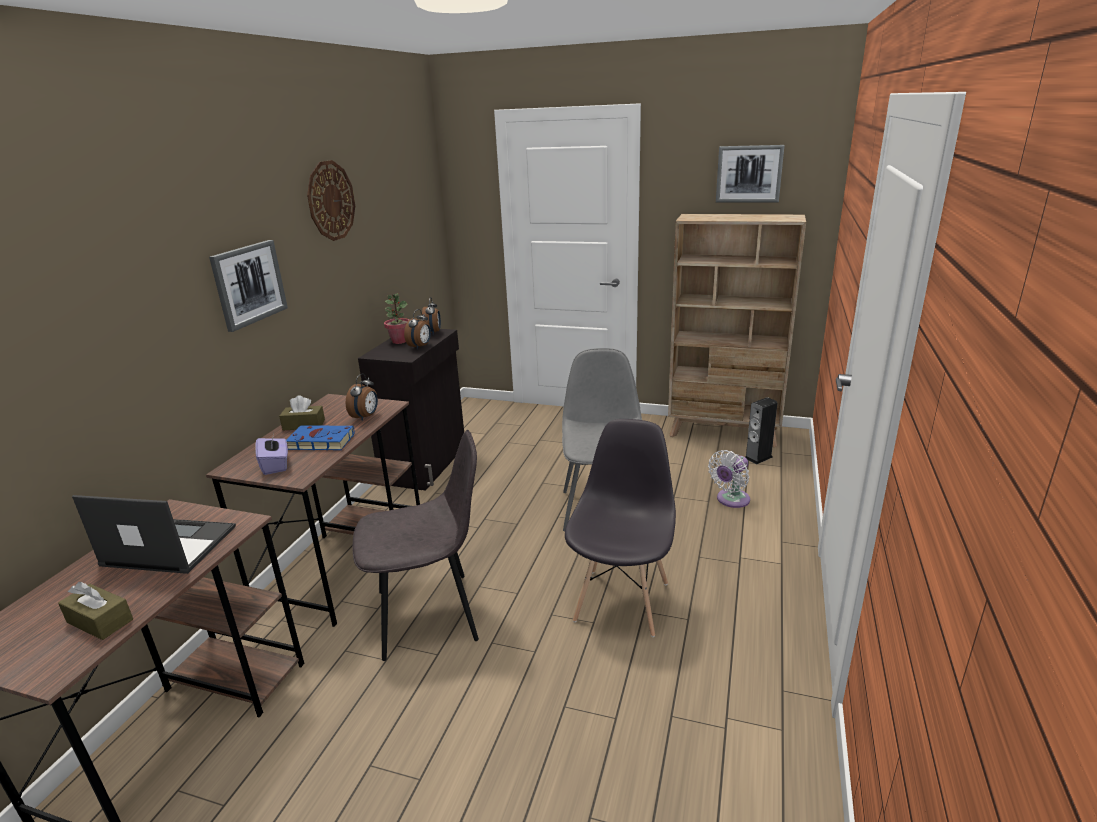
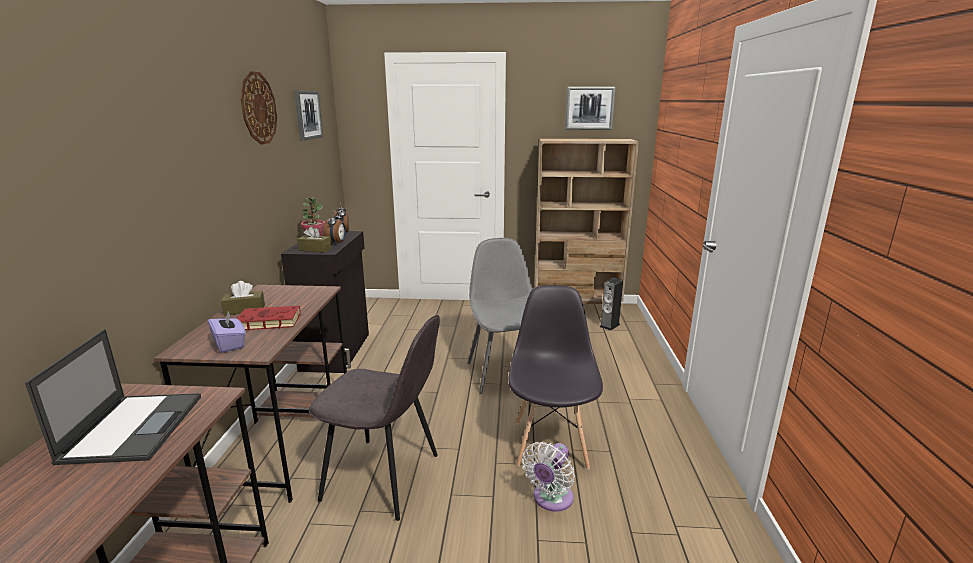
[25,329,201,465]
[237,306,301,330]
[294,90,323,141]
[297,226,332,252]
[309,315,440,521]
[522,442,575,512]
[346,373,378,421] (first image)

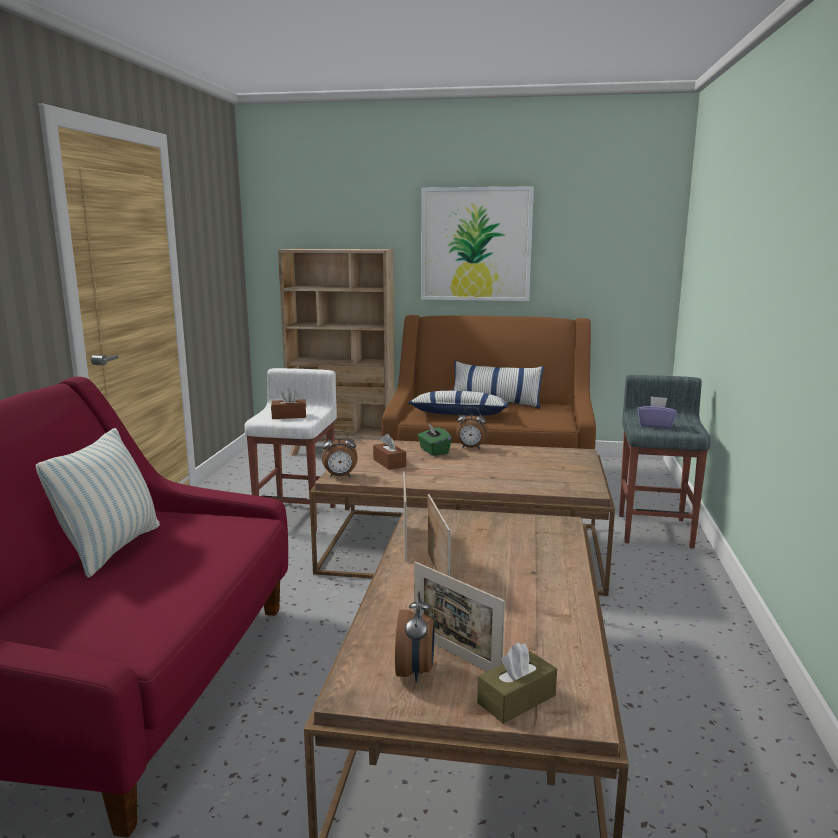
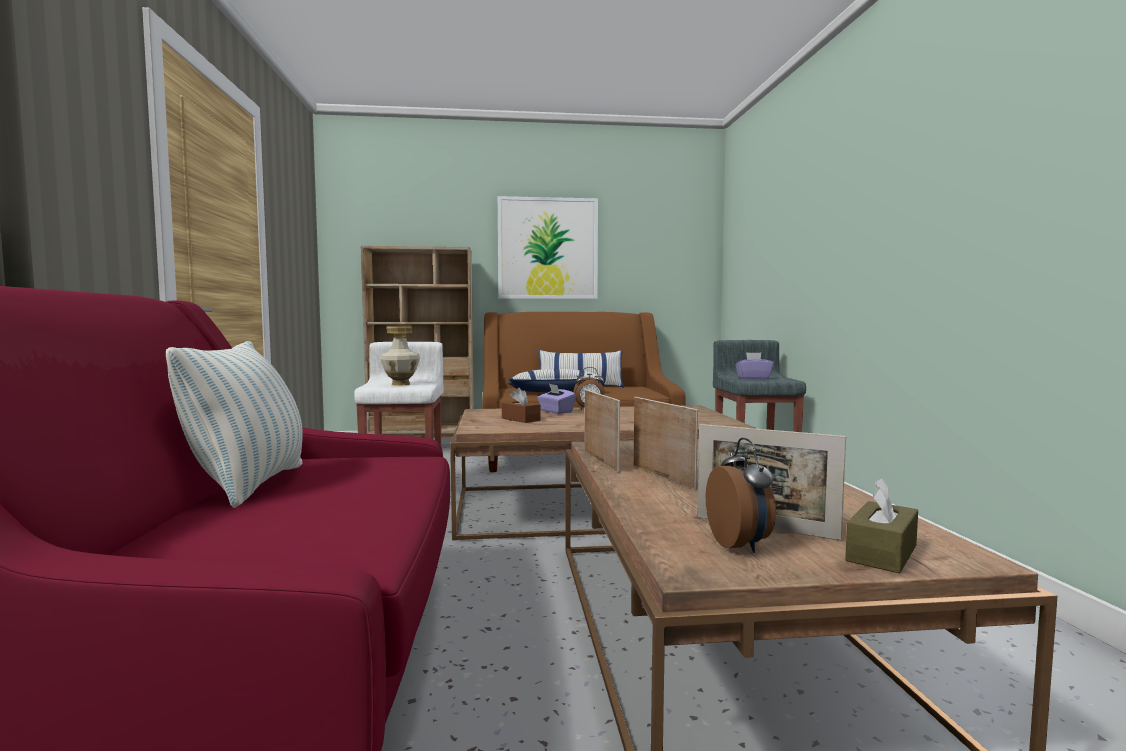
[380,326,420,386]
[537,384,576,414]
[322,431,358,477] (first image)

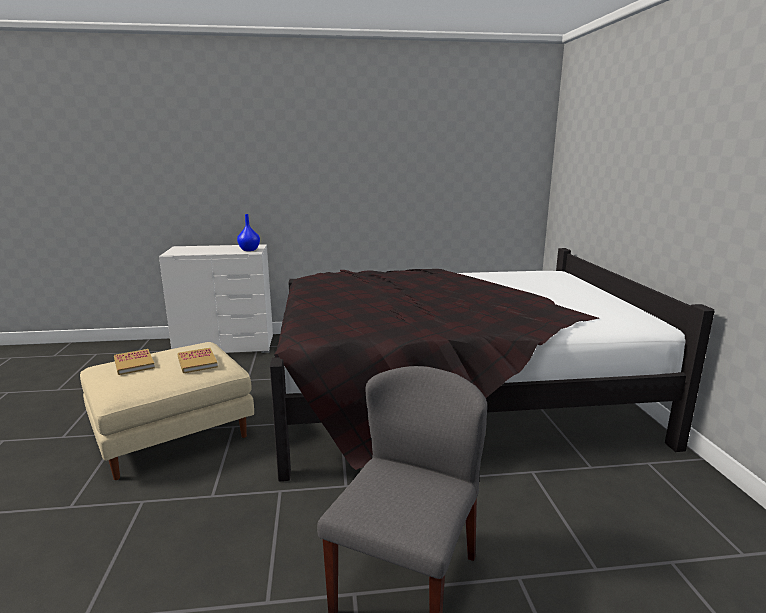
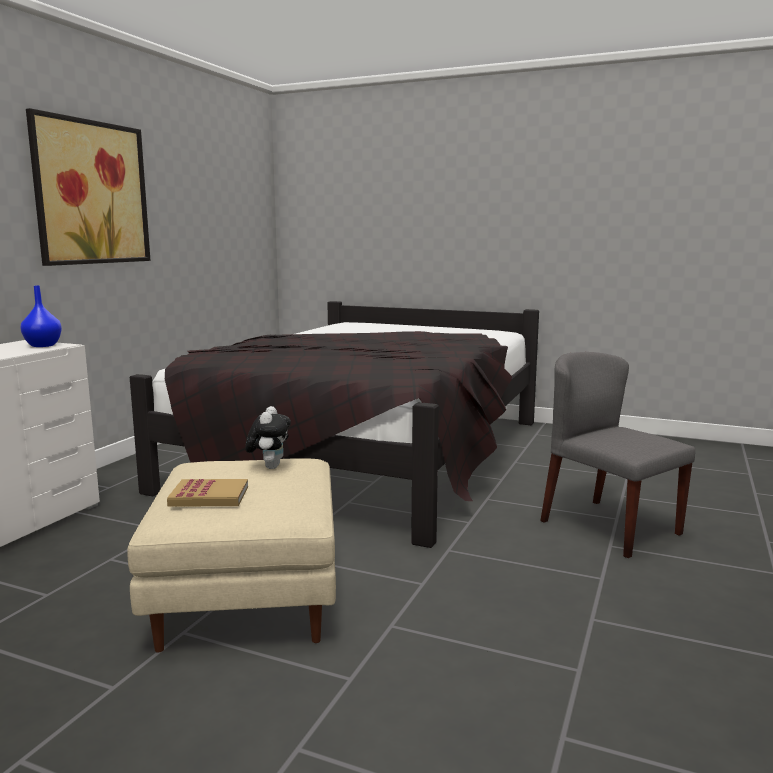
[26,108,151,266]
[245,406,291,469]

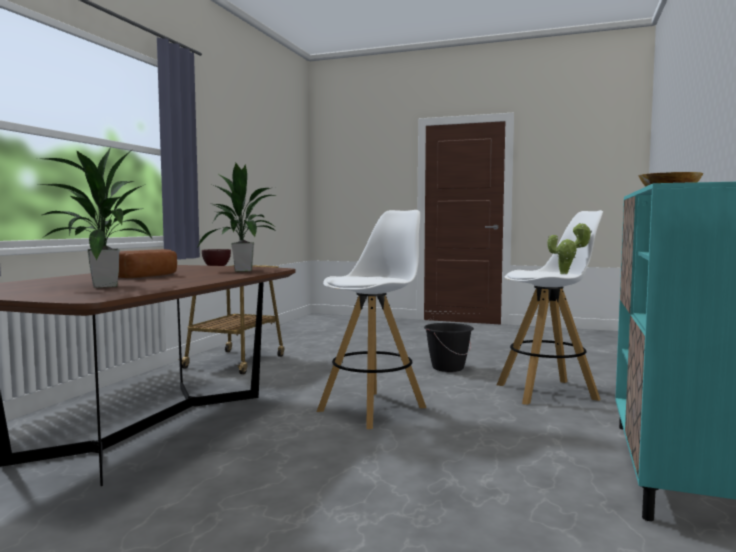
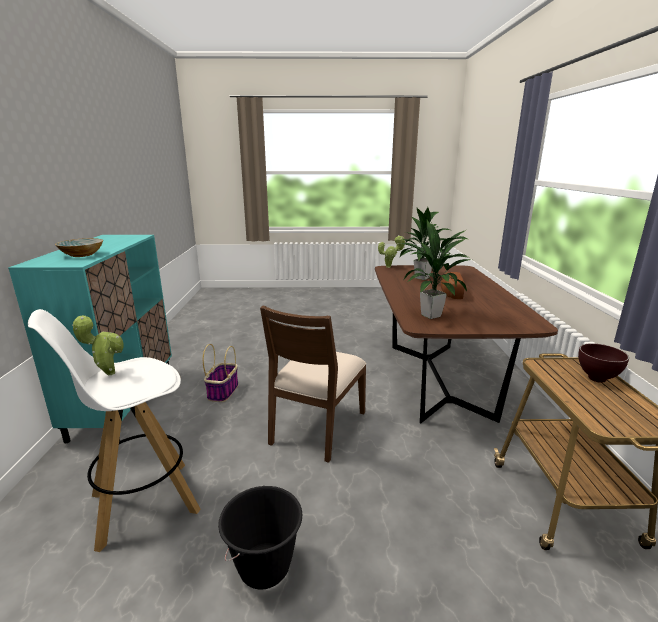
[203,344,239,402]
[260,305,366,463]
[378,235,406,268]

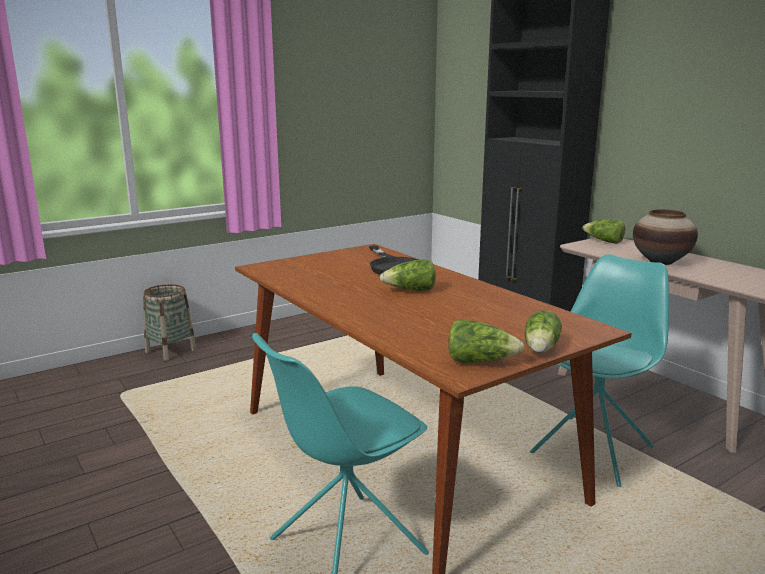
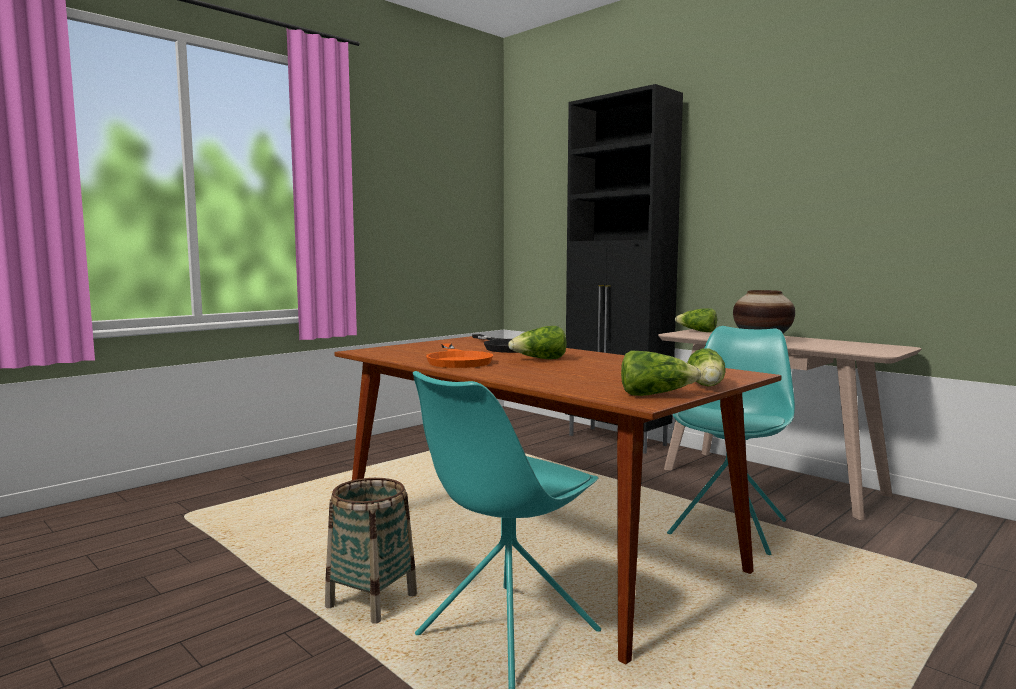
[325,478,417,624]
[426,344,493,368]

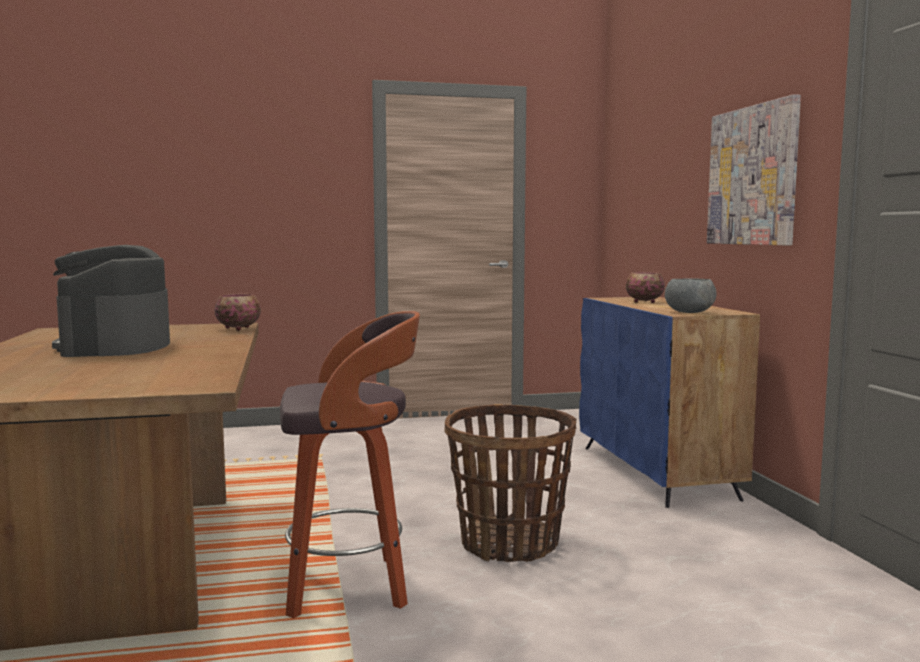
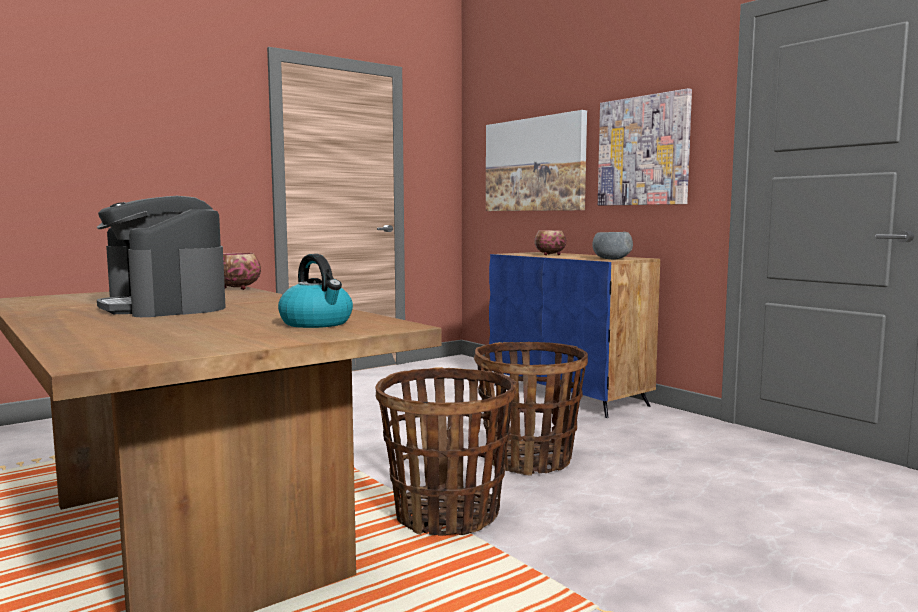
[278,254,353,328]
[375,367,517,536]
[486,110,587,211]

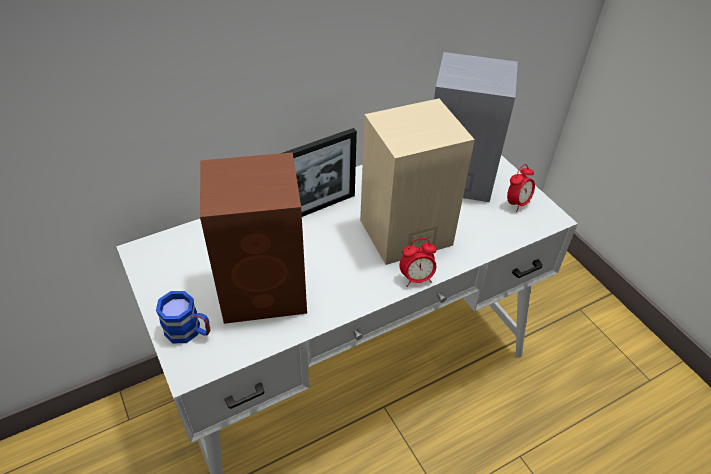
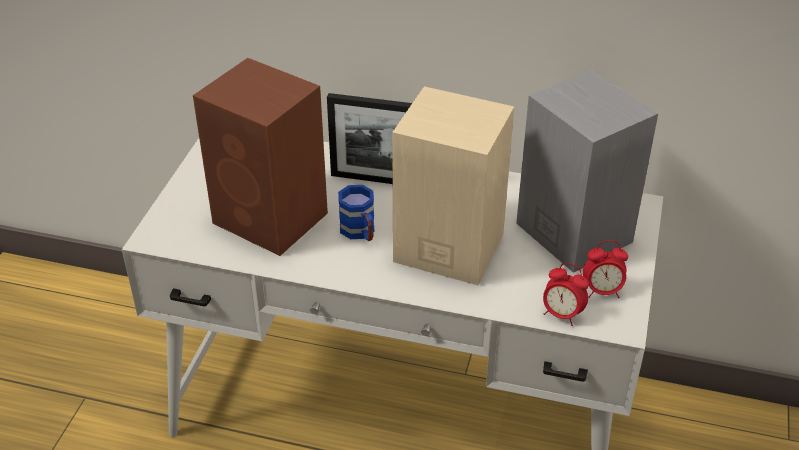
[338,185,375,241]
[543,263,589,326]

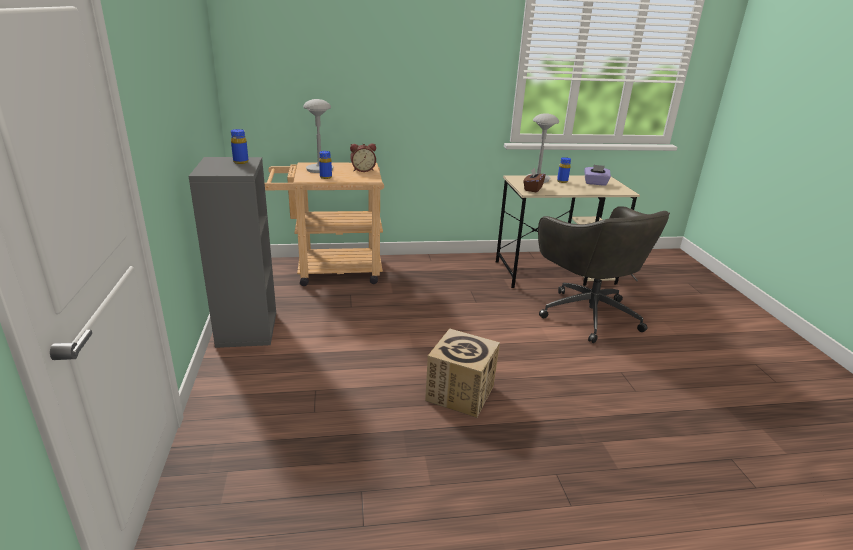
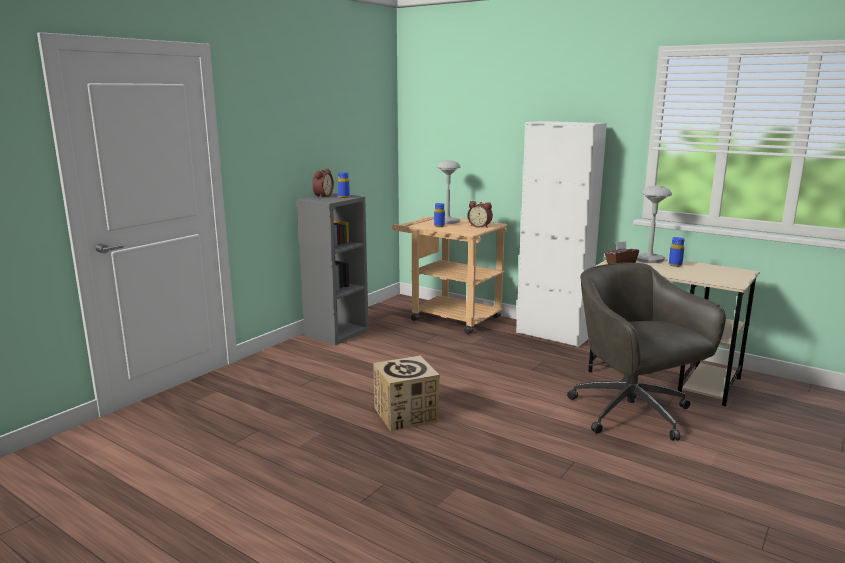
[312,169,334,198]
[516,121,607,347]
[567,262,726,441]
[584,165,611,186] (first image)

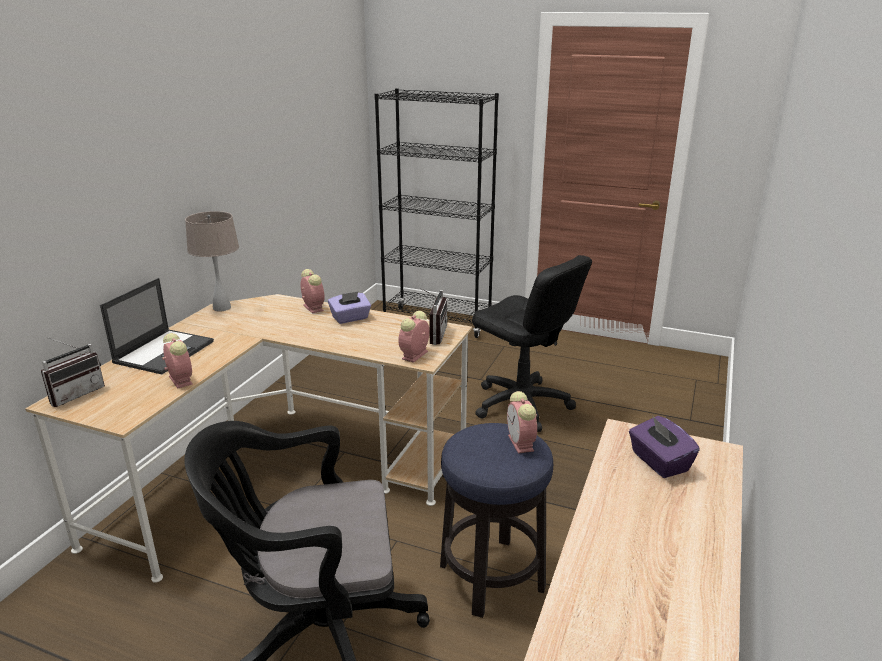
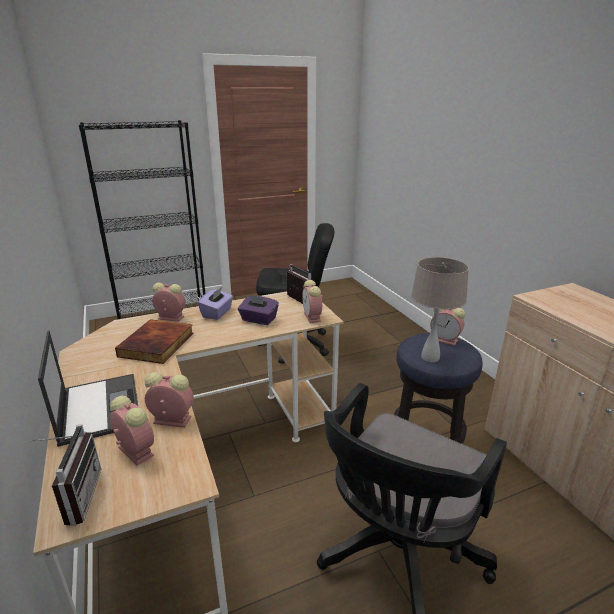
[110,396,154,465]
[115,319,193,364]
[238,295,279,325]
[411,257,469,362]

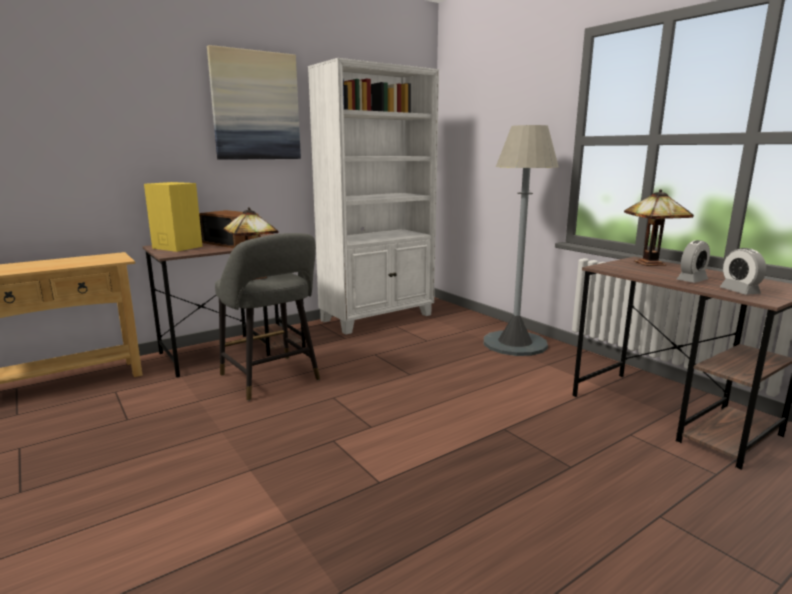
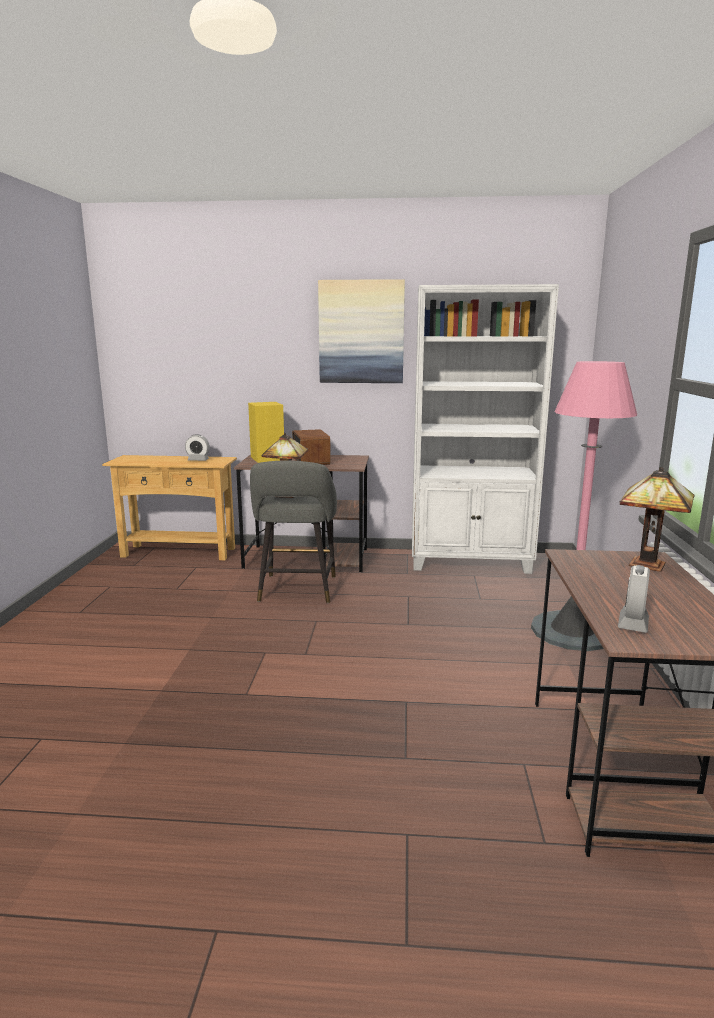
[185,435,210,461]
[531,361,637,651]

